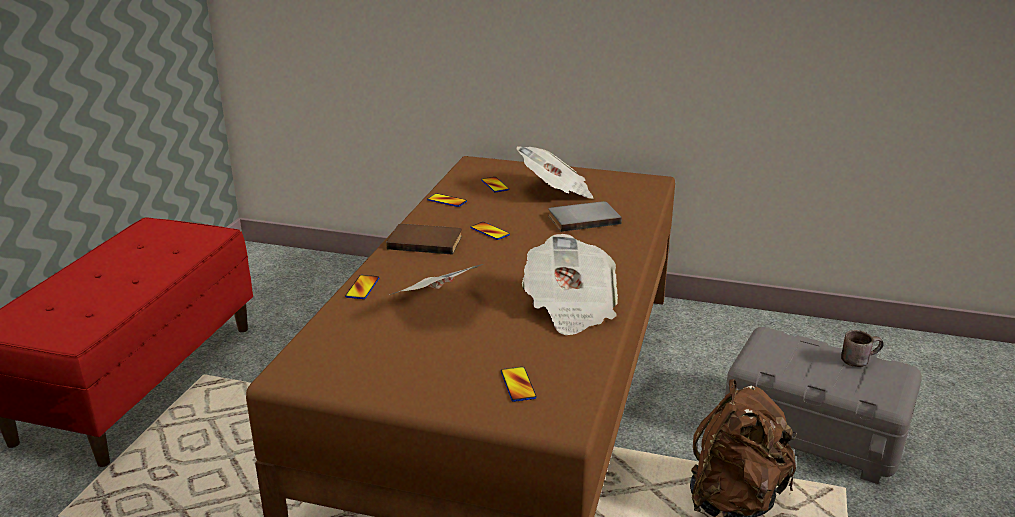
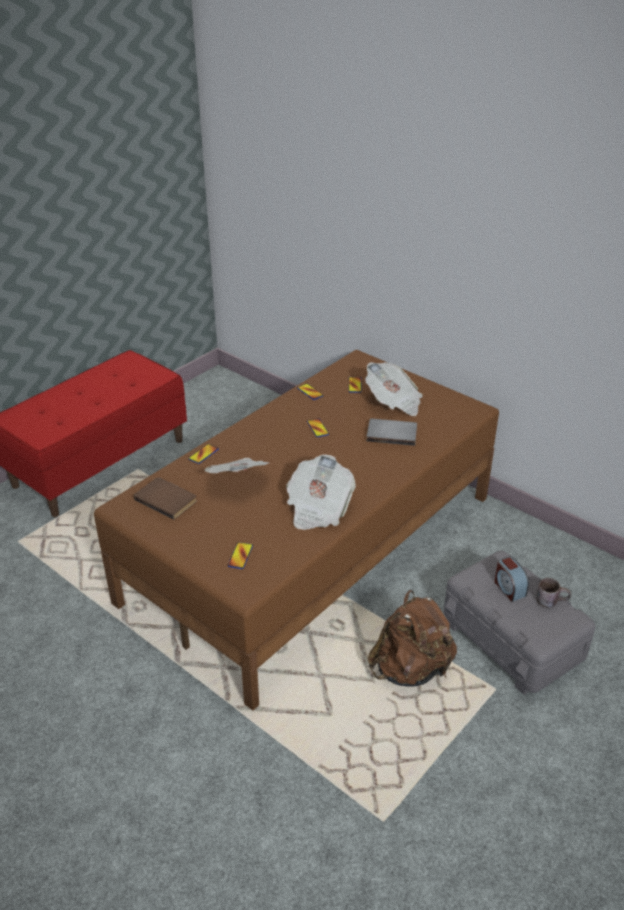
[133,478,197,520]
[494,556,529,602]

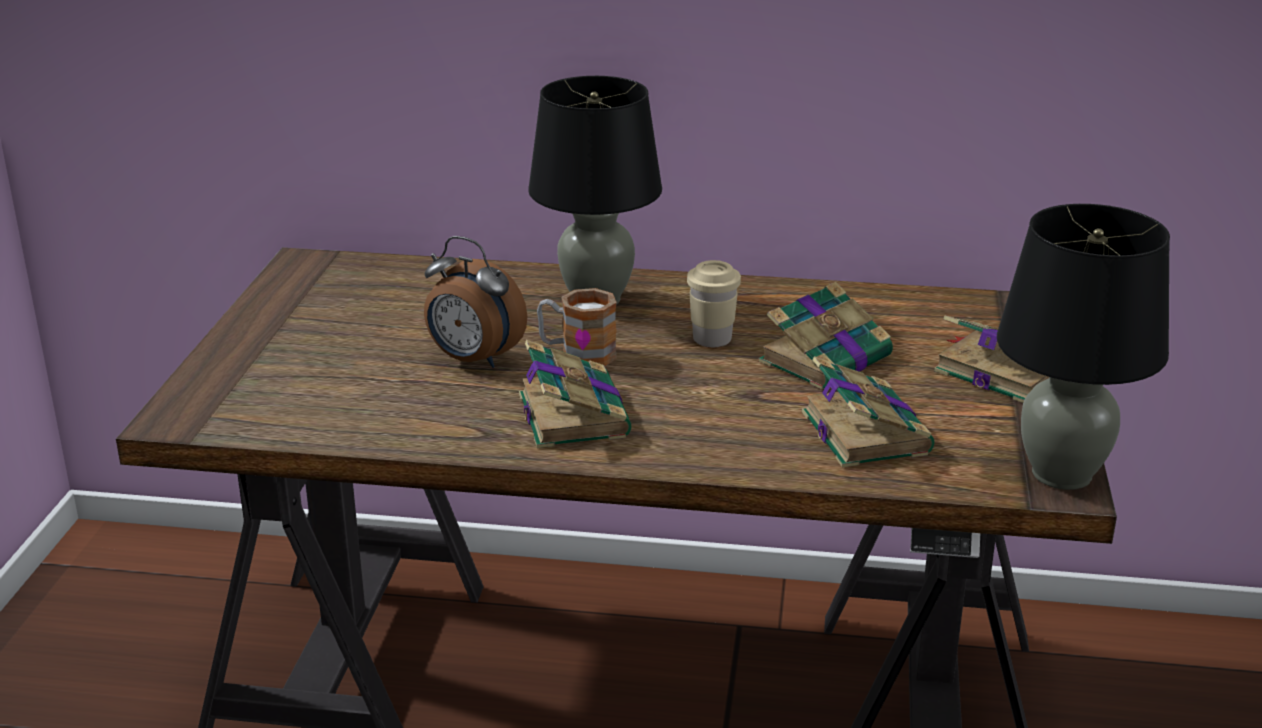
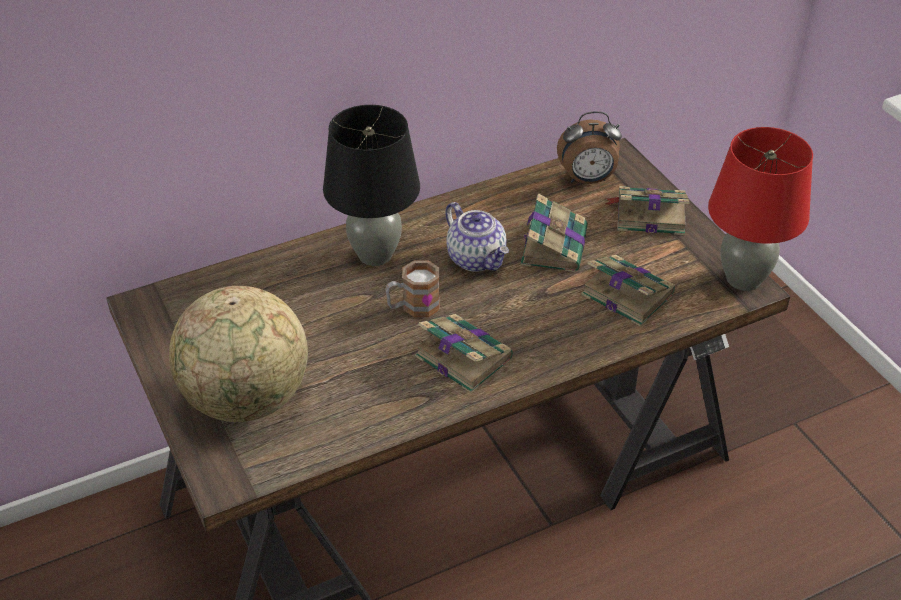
[169,286,308,422]
[445,202,509,272]
[557,111,622,184]
[708,127,813,291]

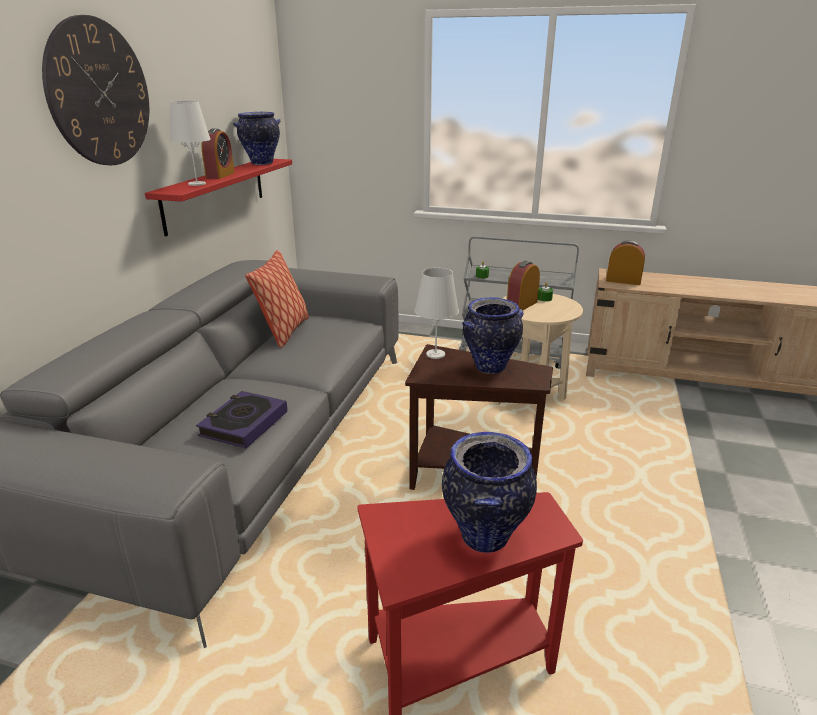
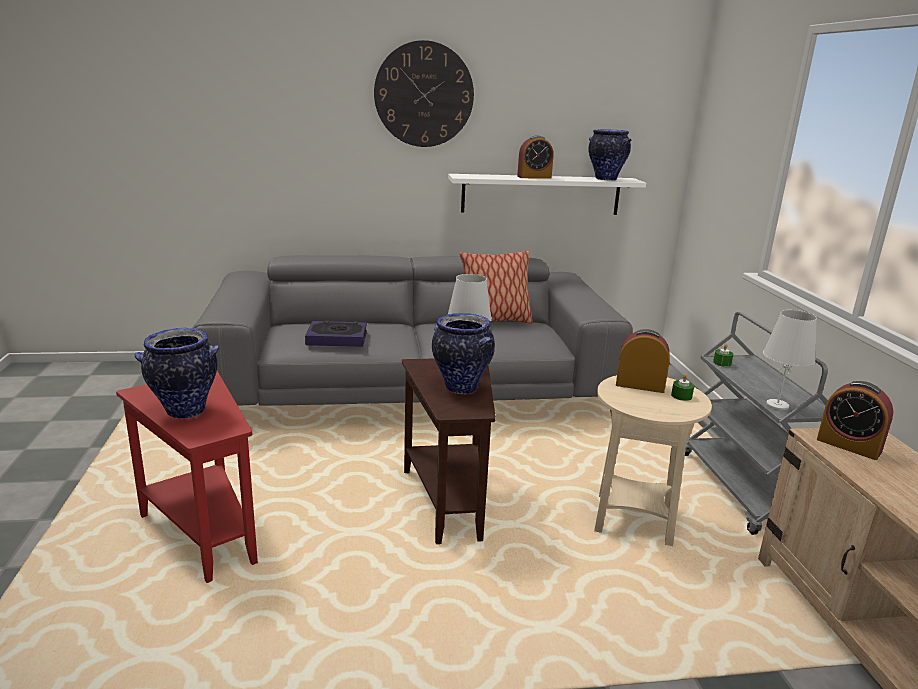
[448,174,646,215]
[763,310,817,410]
[817,381,893,460]

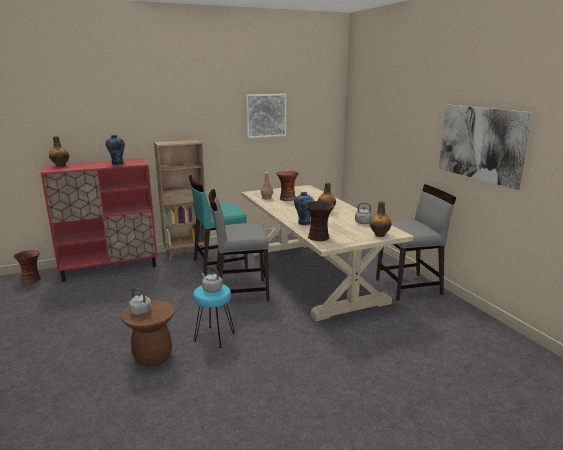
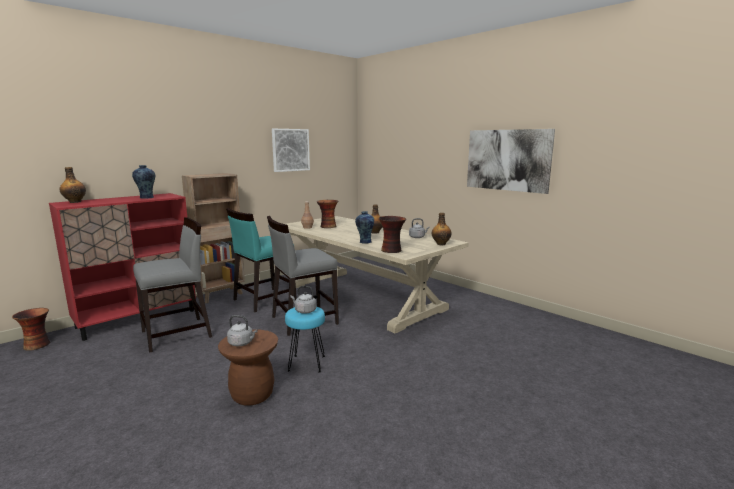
[133,217,212,353]

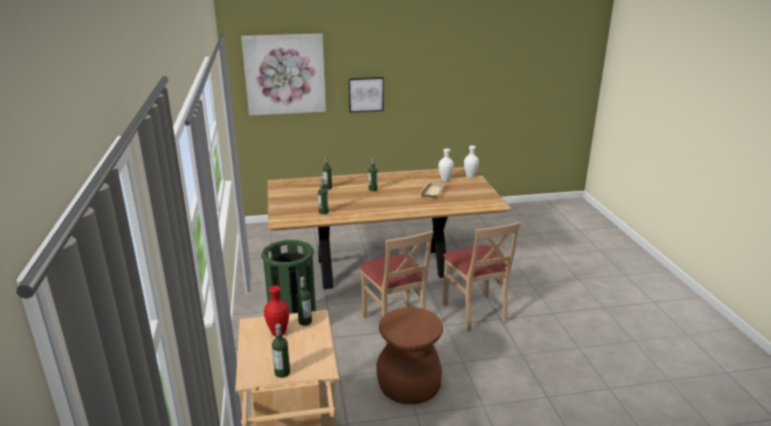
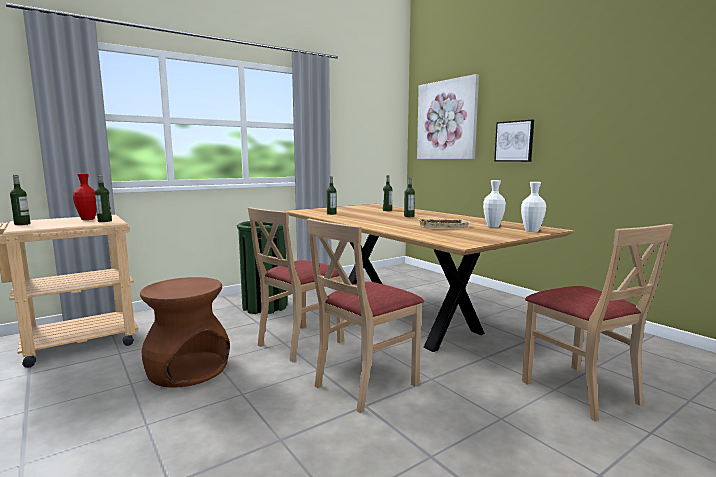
[522,224,673,422]

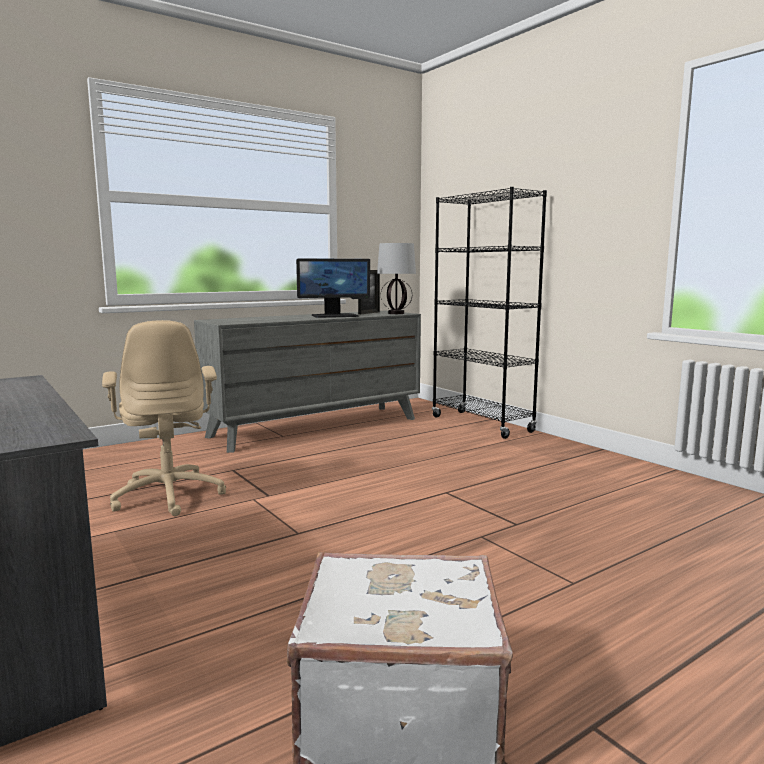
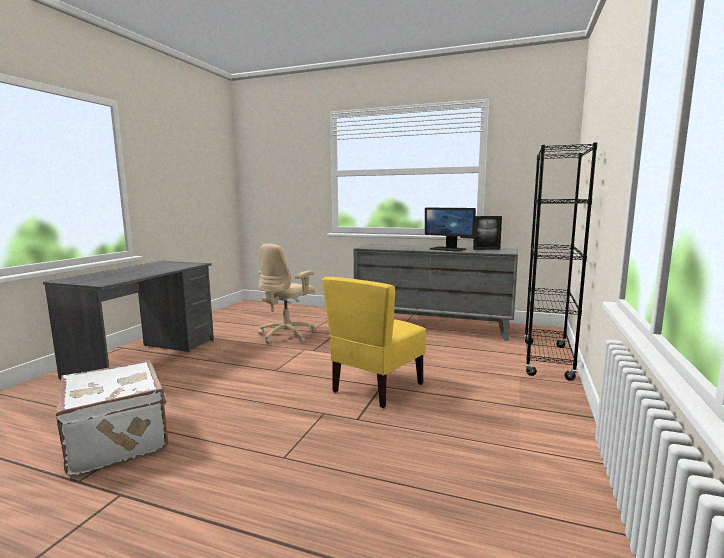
[322,277,426,408]
[377,243,416,314] (first image)

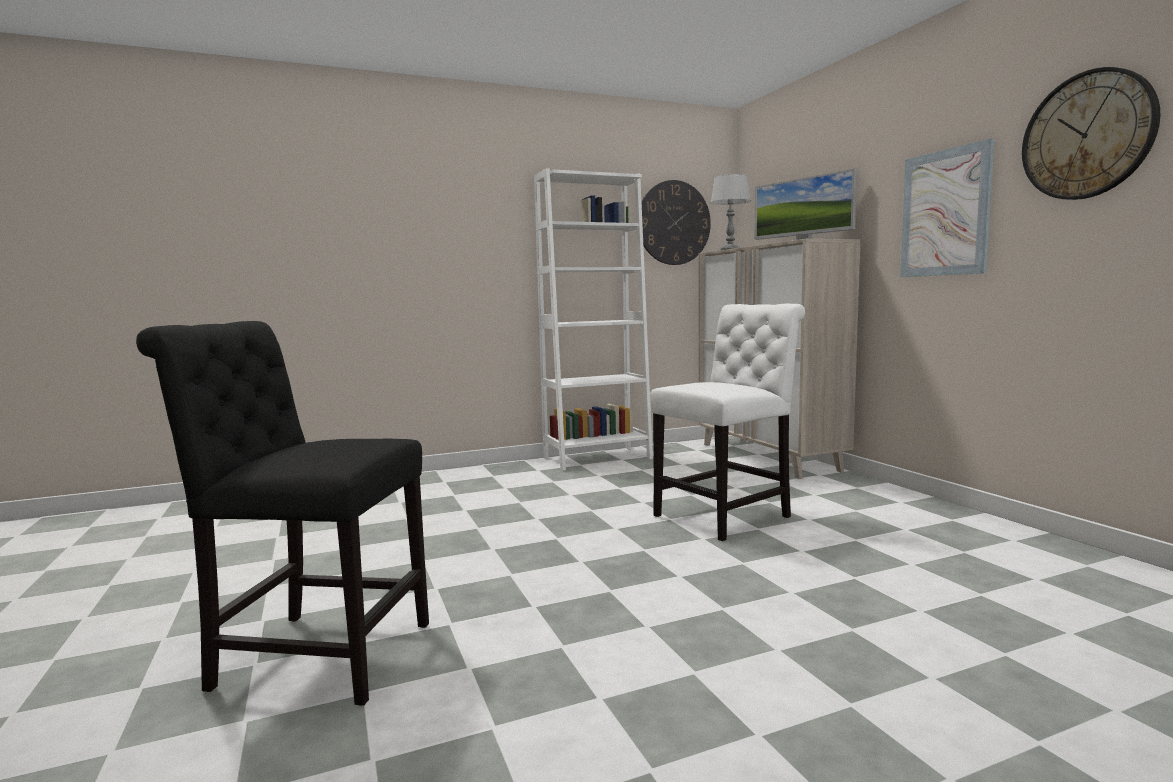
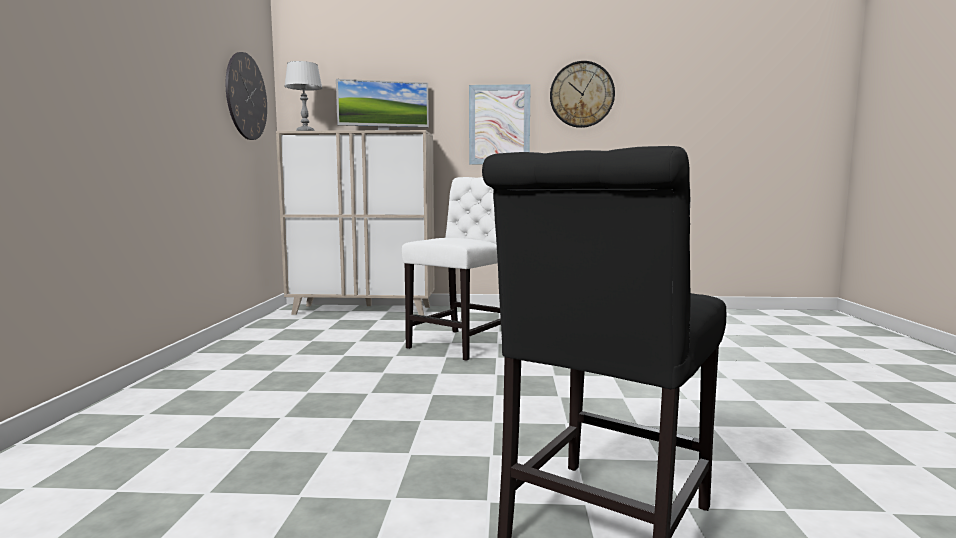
[402,177,501,361]
[534,168,653,471] (first image)

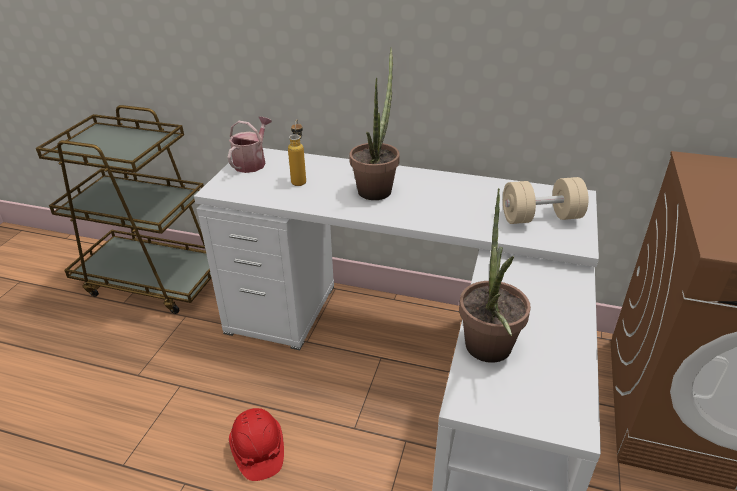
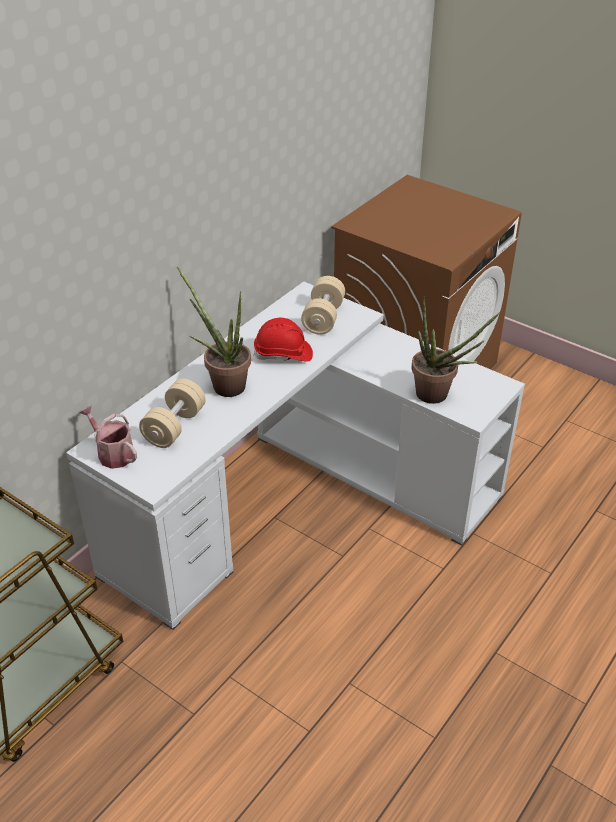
[139,379,206,448]
[253,318,313,362]

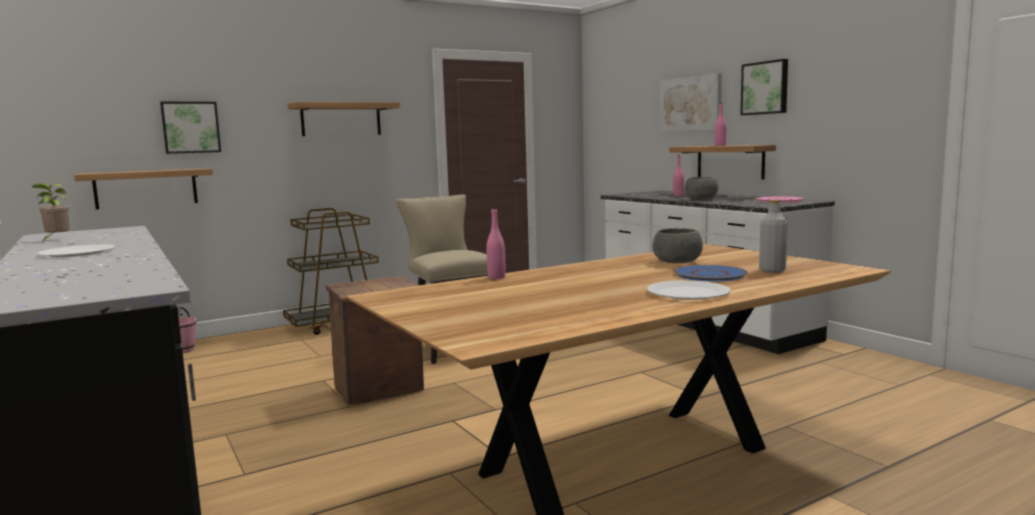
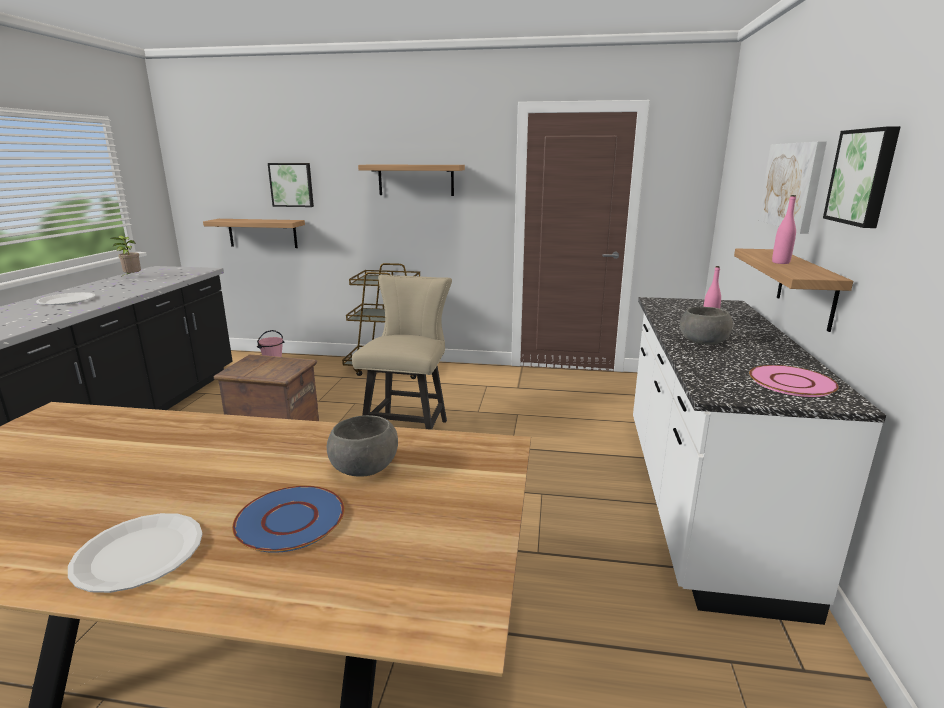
[486,208,505,279] (first image)
[759,200,788,273] (first image)

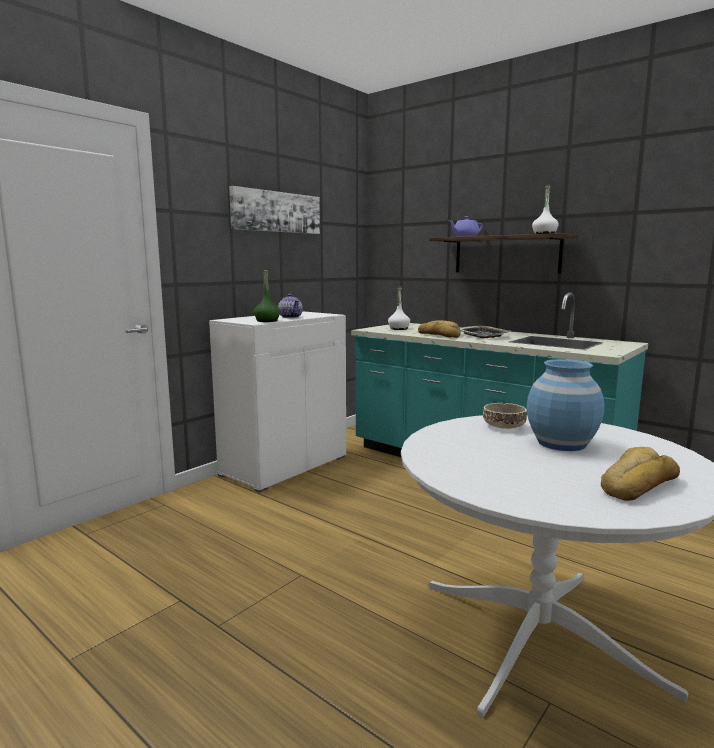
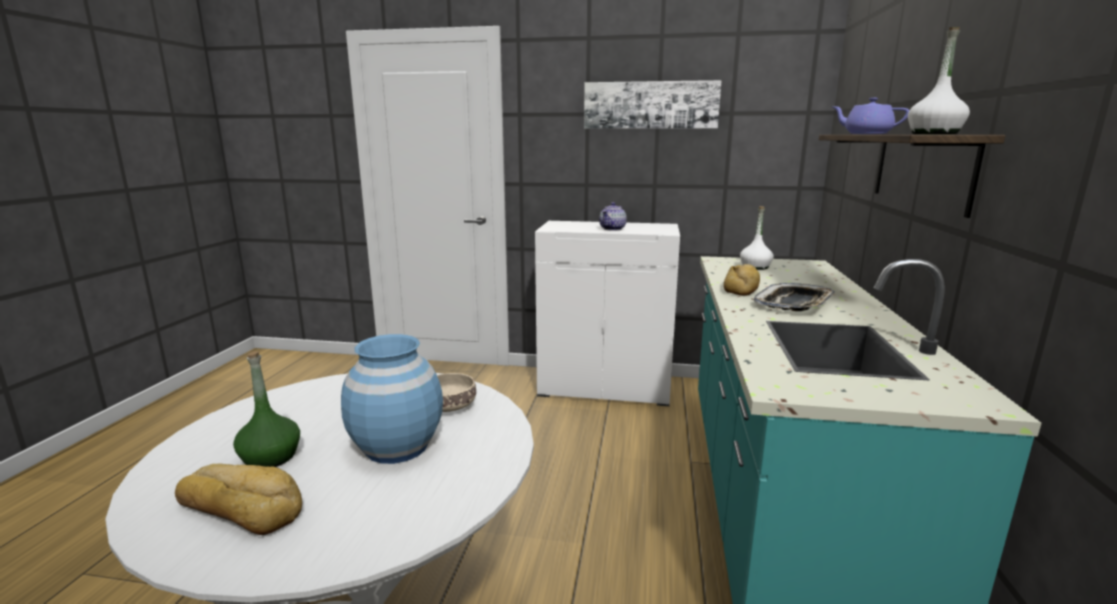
[233,351,300,467]

